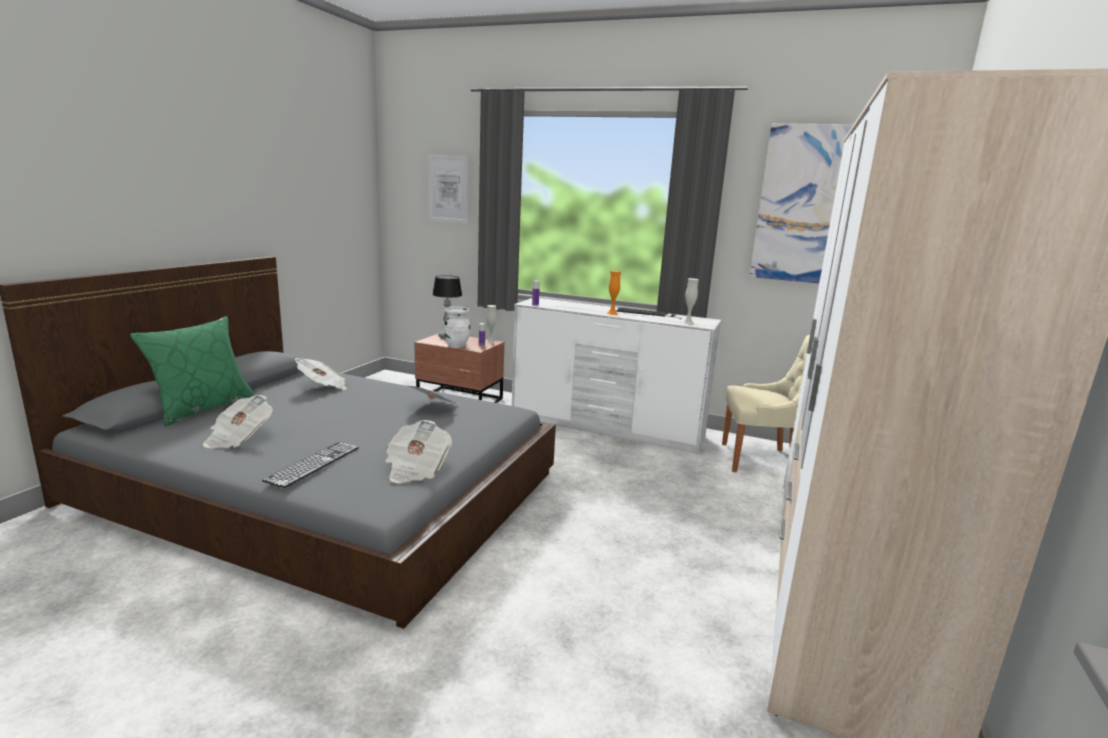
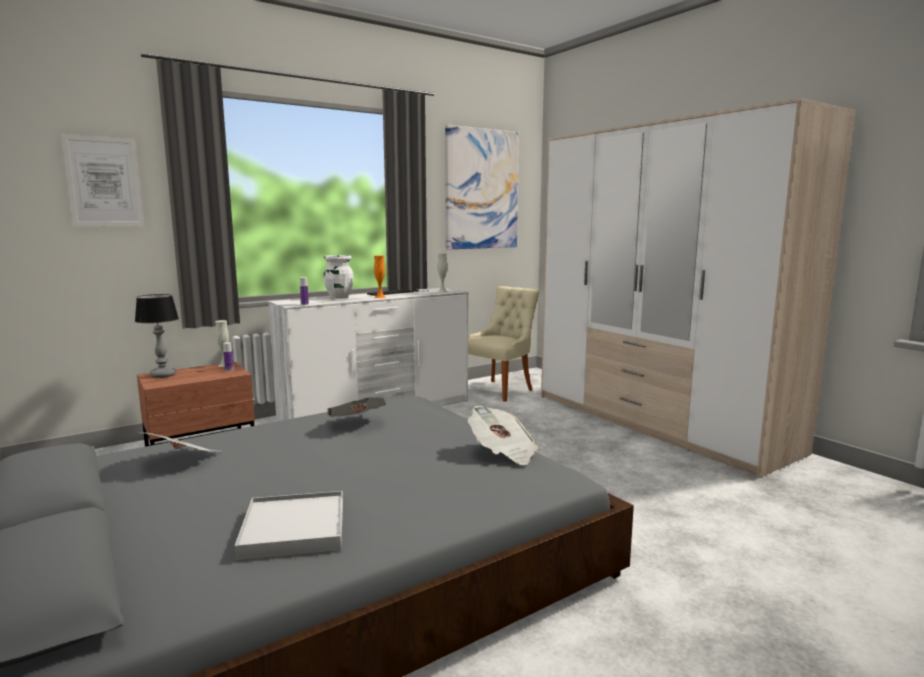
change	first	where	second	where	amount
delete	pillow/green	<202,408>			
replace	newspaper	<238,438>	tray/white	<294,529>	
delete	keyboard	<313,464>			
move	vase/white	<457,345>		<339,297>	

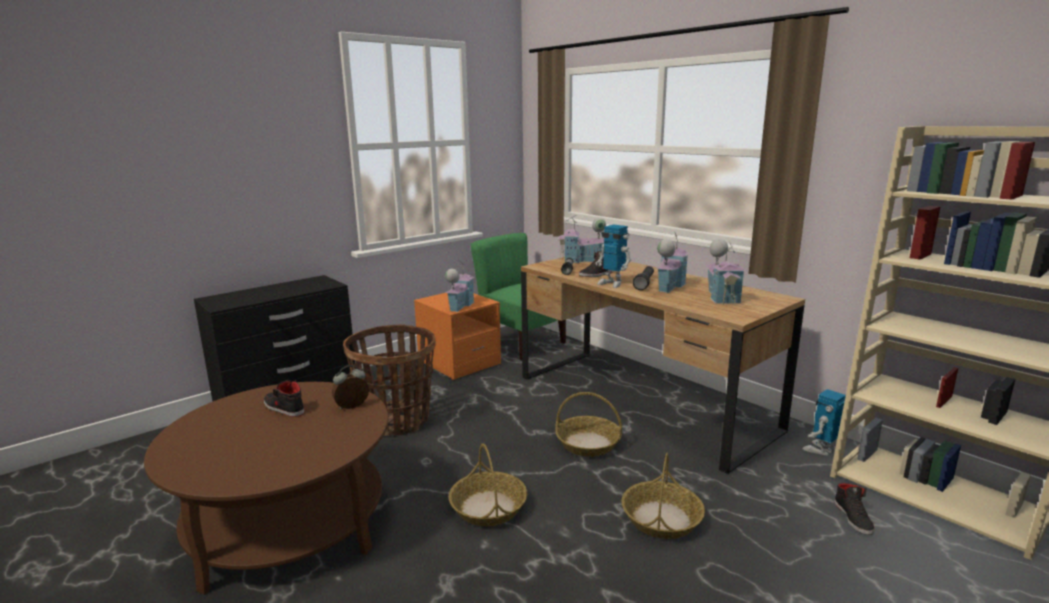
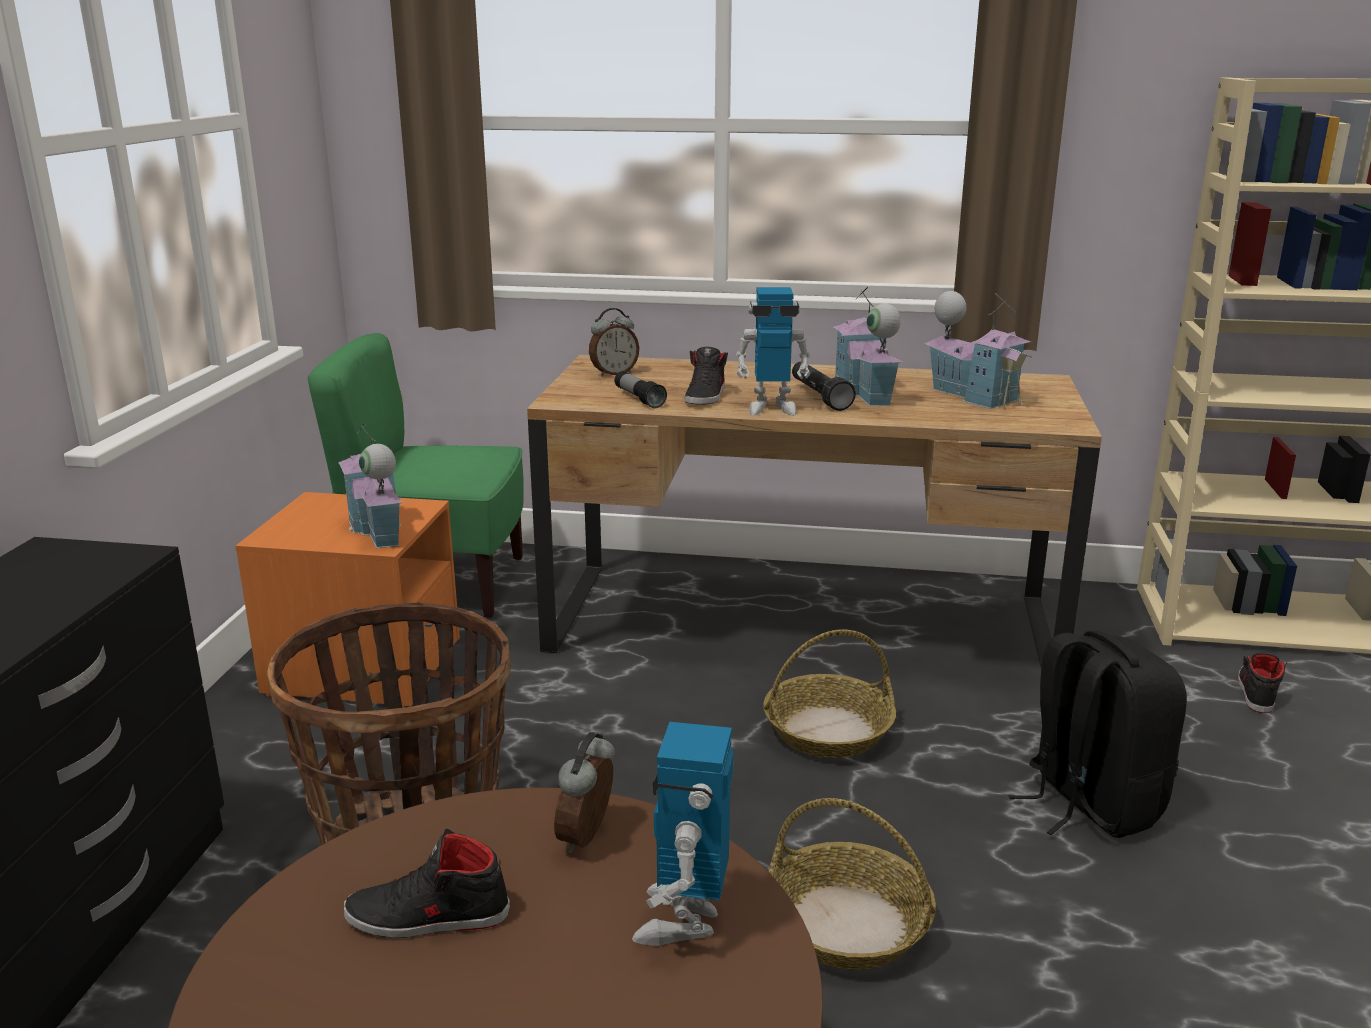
change	first	where	second	where	amount
replace	toy house	<581,260>	alarm clock	<614,374>	
replace	basket	<661,518>	backpack/black	<1088,803>	
move	toy robot	<820,450>		<683,919>	
rotate	shoe/black	<853,518>		<1256,691>	120 degrees counterclockwise

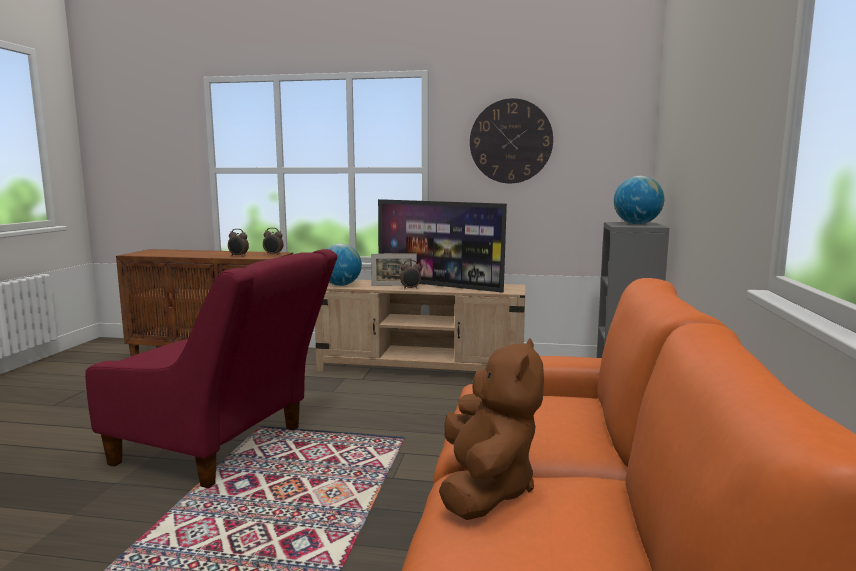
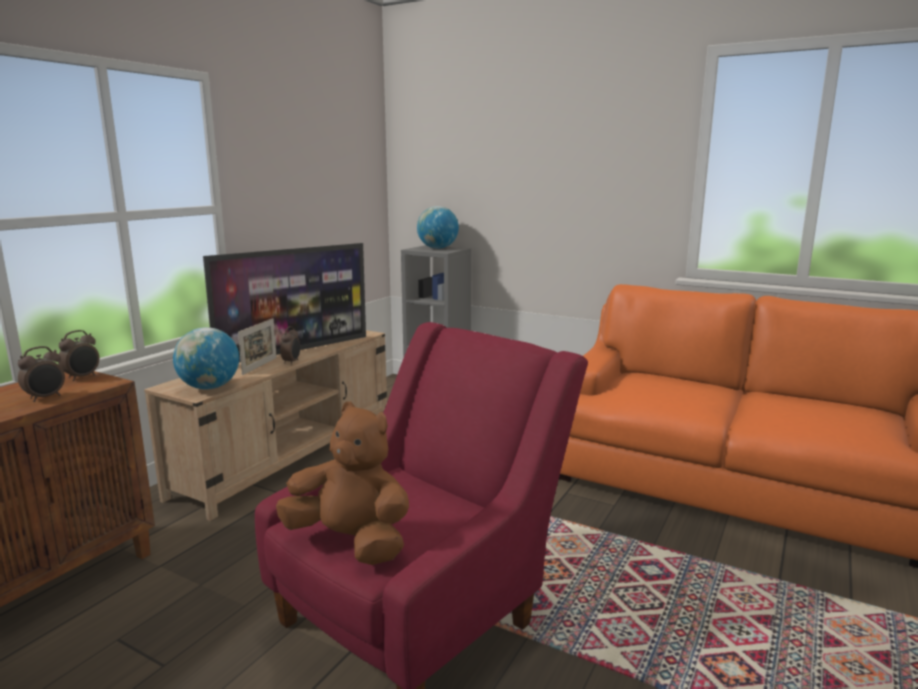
change	first	where	second	where	amount
move	plush toy/brown	<485,489>		<351,542>	
delete	wall clock	<511,141>			

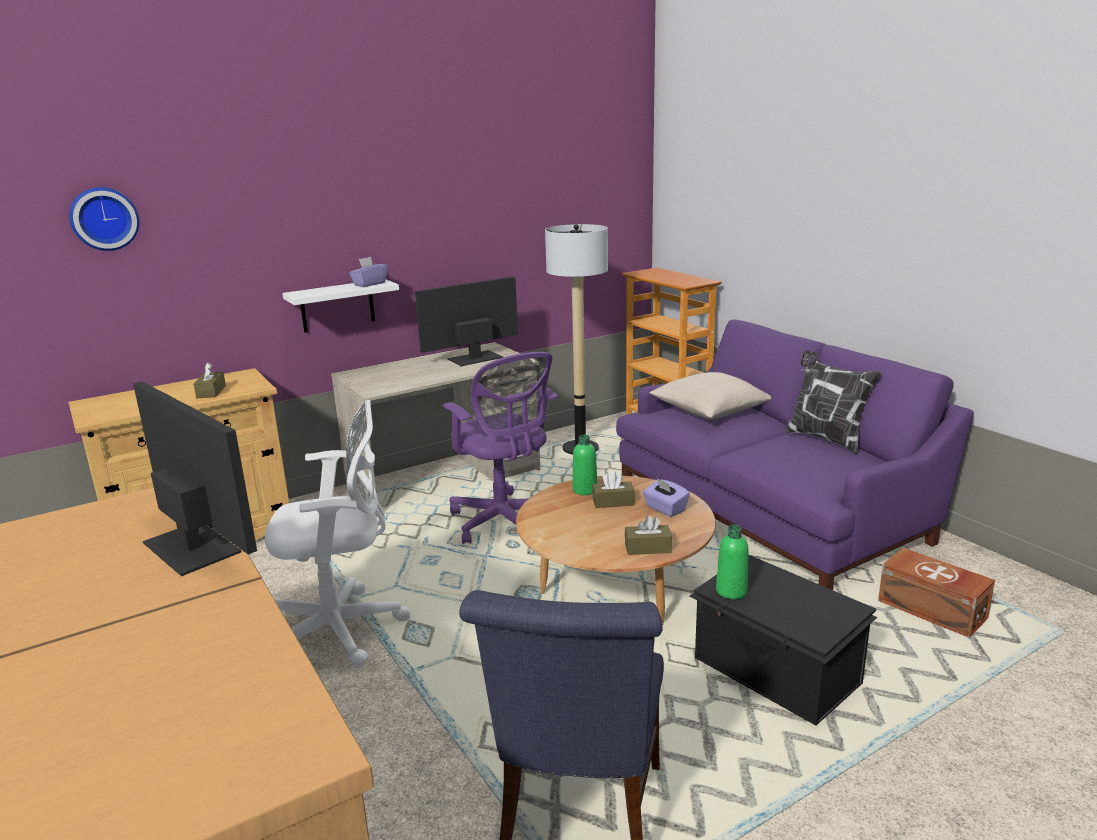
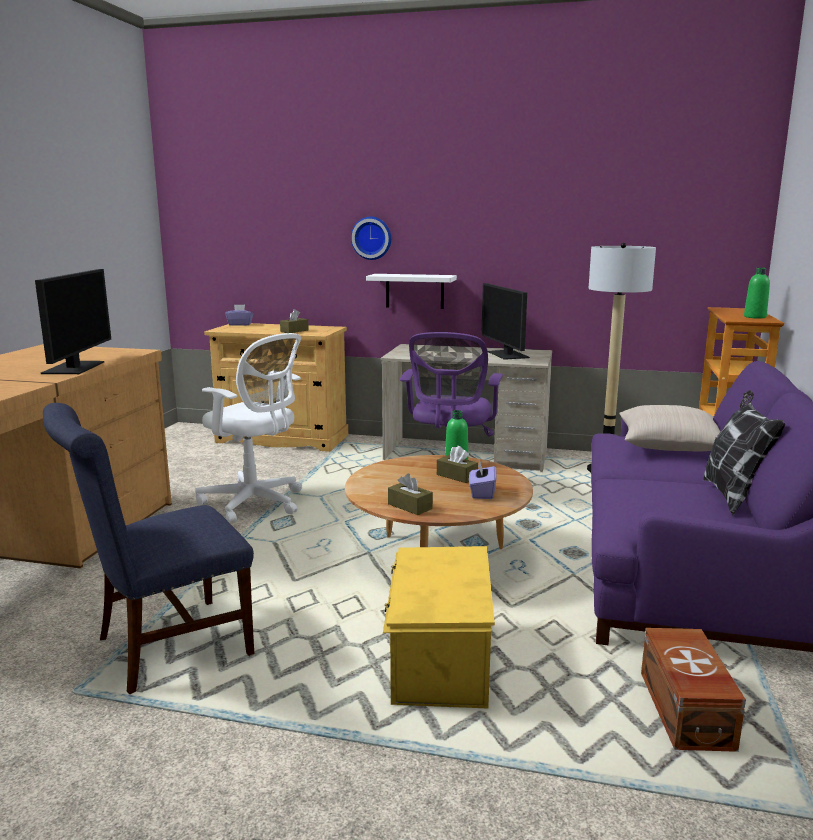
change	first	where	second	where	amount
move	wall clock	<104,218>		<372,238>	
move	tissue box/purple	<369,284>		<240,324>	
rotate	monitor	<474,358>		<507,355>	120 degrees counterclockwise
recolor	storage box/black	<776,673>	storage box/yellow	<438,661>	
move	bottle/green	<731,591>		<755,317>	

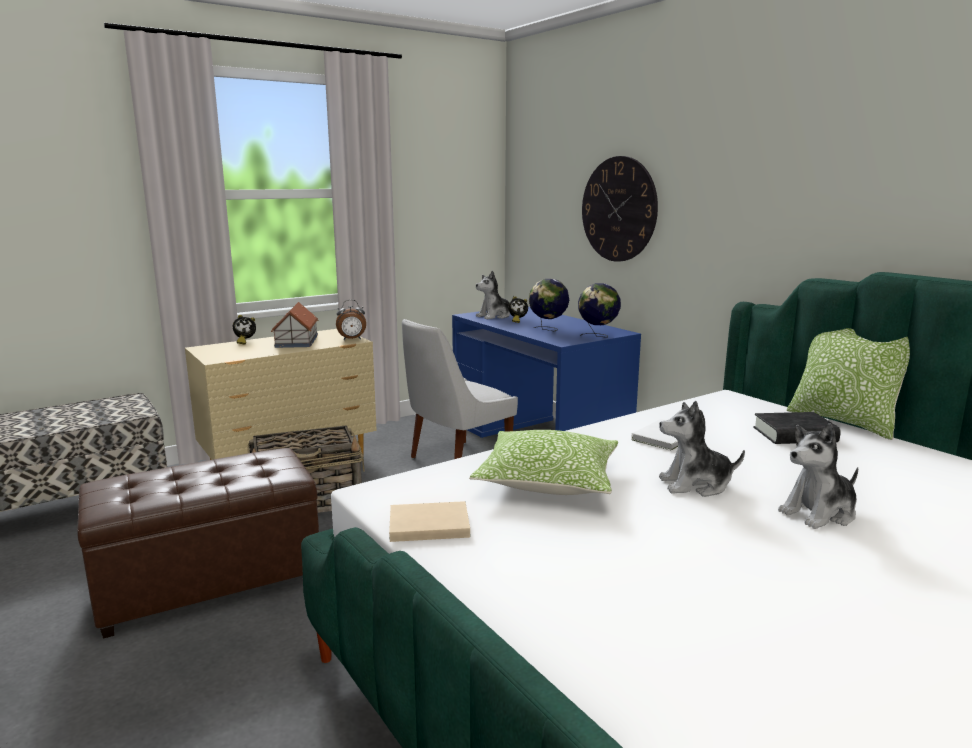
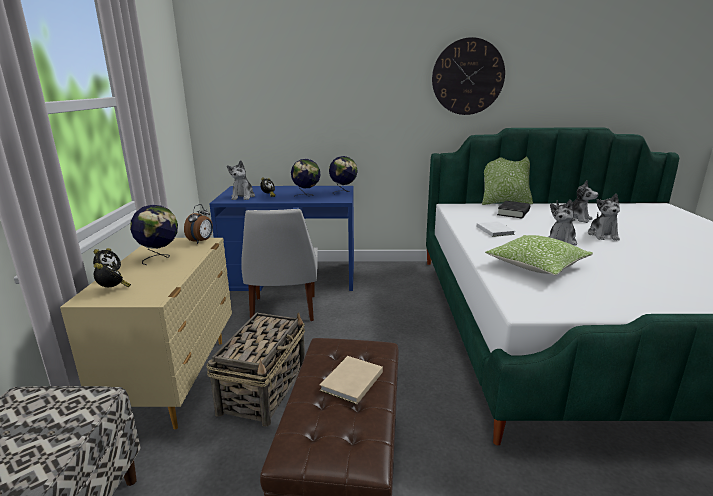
change	first	where	second	where	amount
replace	toy house	<297,341>	globe	<160,258>	
move	book/beige	<426,524>		<350,382>	
move	wall clock	<618,209>		<468,77>	
insert			alarm clock	<113,290>	
insert			plush toy	<575,218>	

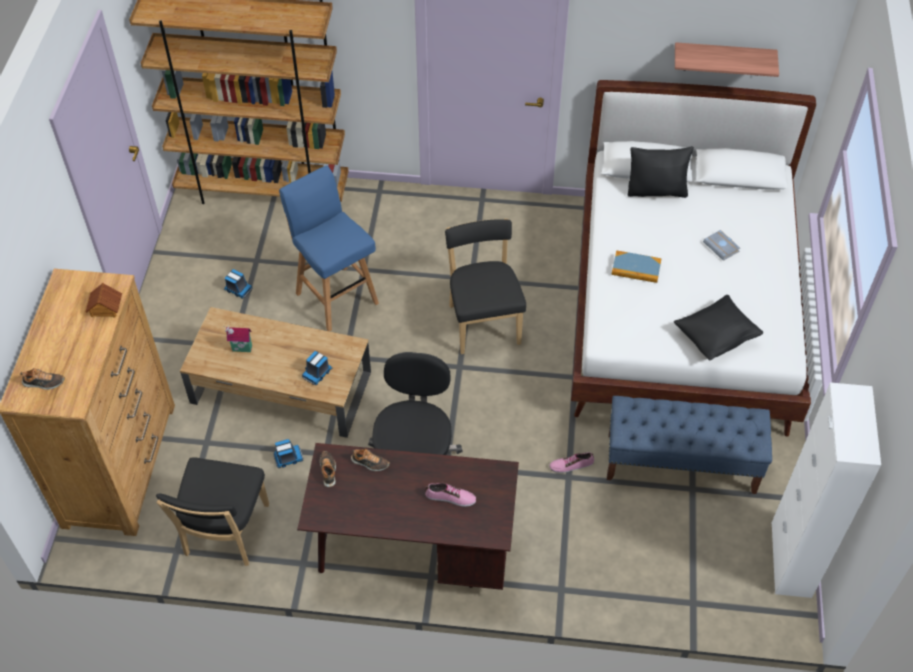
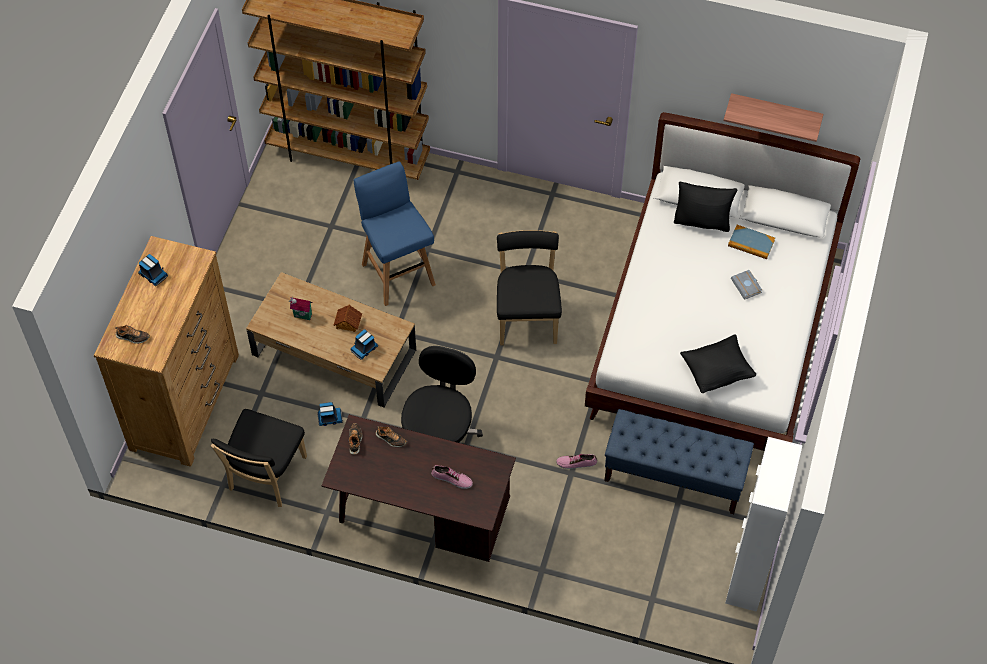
change	first	where	second	where	amount
move	toy house	<105,308>		<347,323>	
move	toy truck	<238,289>		<153,274>	
move	book	<636,268>		<751,243>	

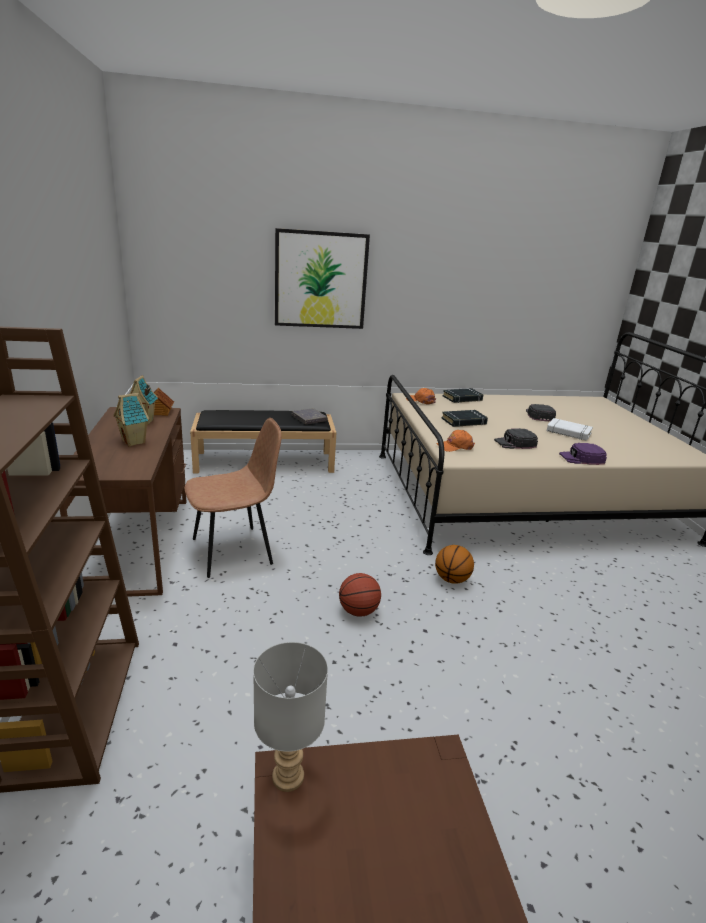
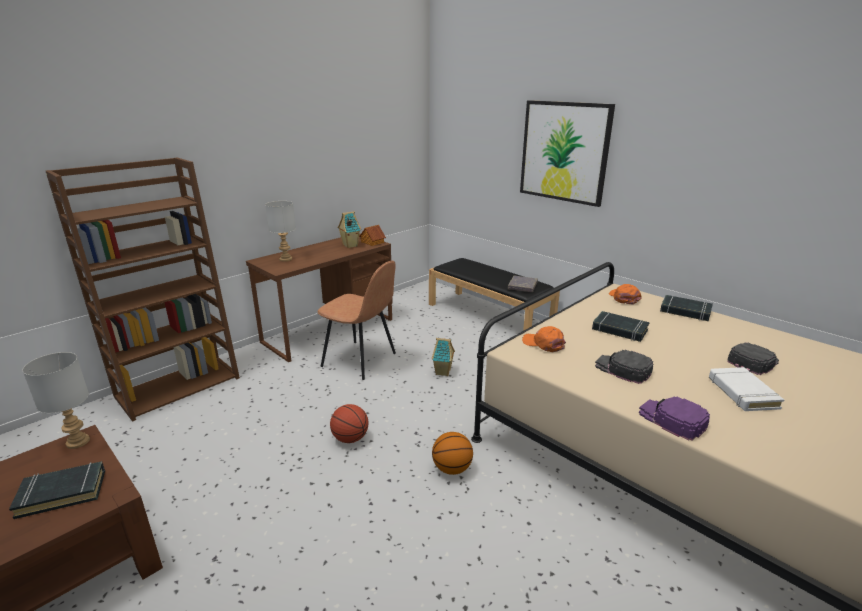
change	first	where	second	where	amount
move	toy house	<134,442>		<443,372>	
insert			book/black	<62,493>	
insert			table lamp/grey	<286,259>	

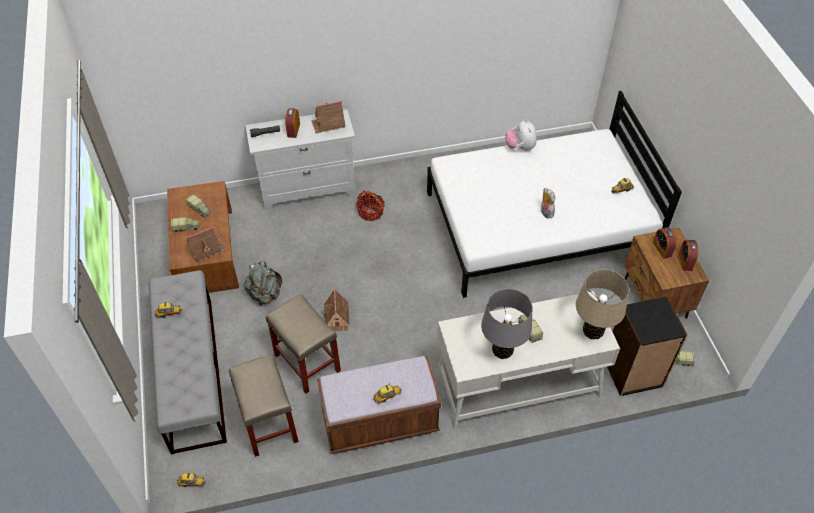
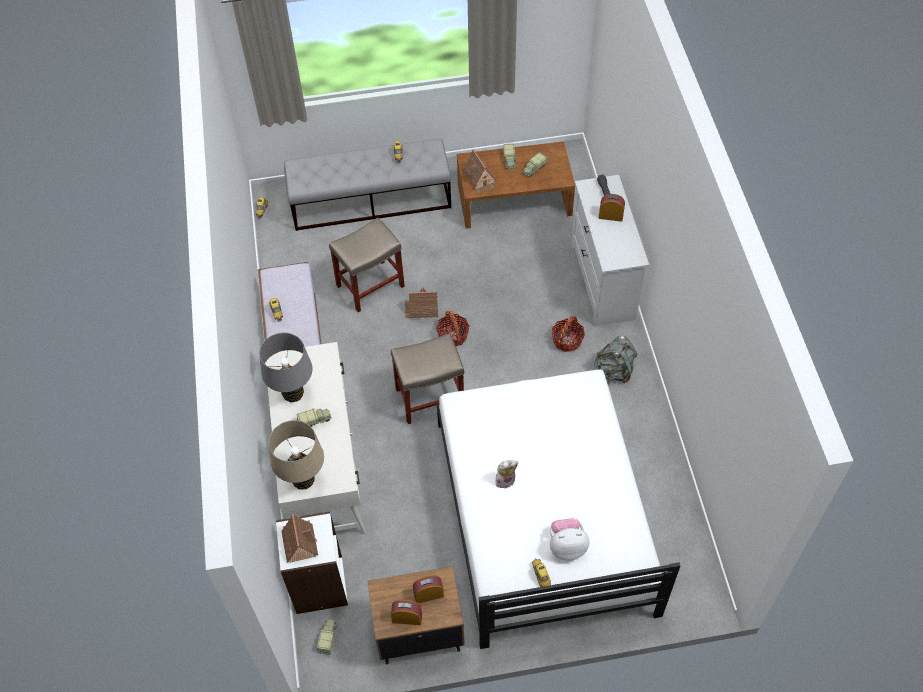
change	first	where	second	where	amount
move	stool/beige	<268,423>		<430,397>	
move	backpack/grey	<265,295>		<615,370>	
move	toy house	<328,124>		<299,542>	
move	plush toy	<520,147>		<567,546>	
recolor	bookcase/black	<633,373>	bookcase/white	<318,585>	
insert			basket	<453,335>	

